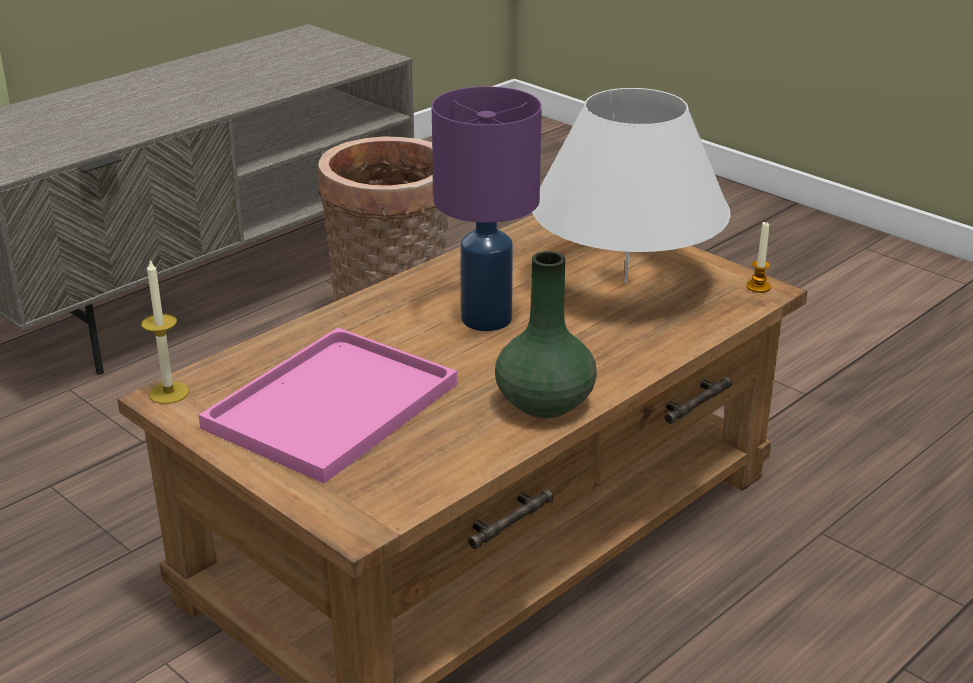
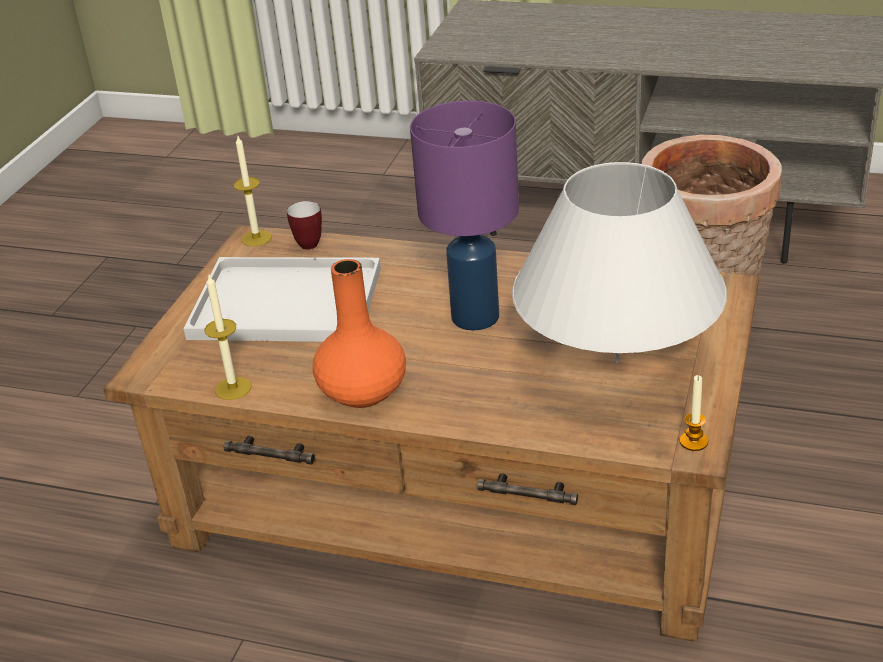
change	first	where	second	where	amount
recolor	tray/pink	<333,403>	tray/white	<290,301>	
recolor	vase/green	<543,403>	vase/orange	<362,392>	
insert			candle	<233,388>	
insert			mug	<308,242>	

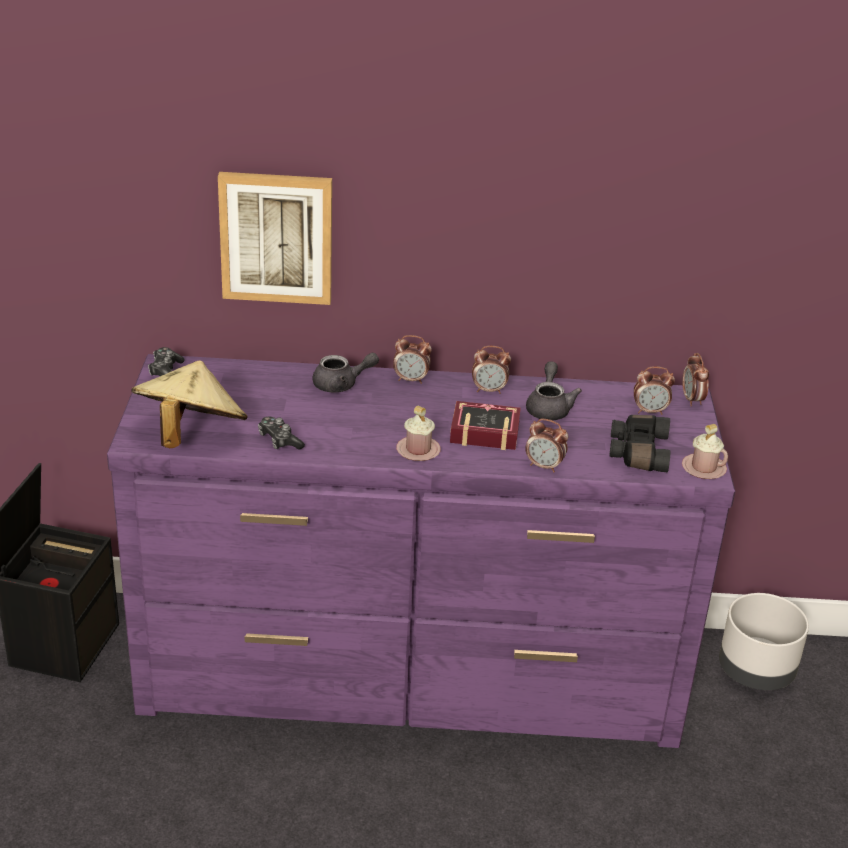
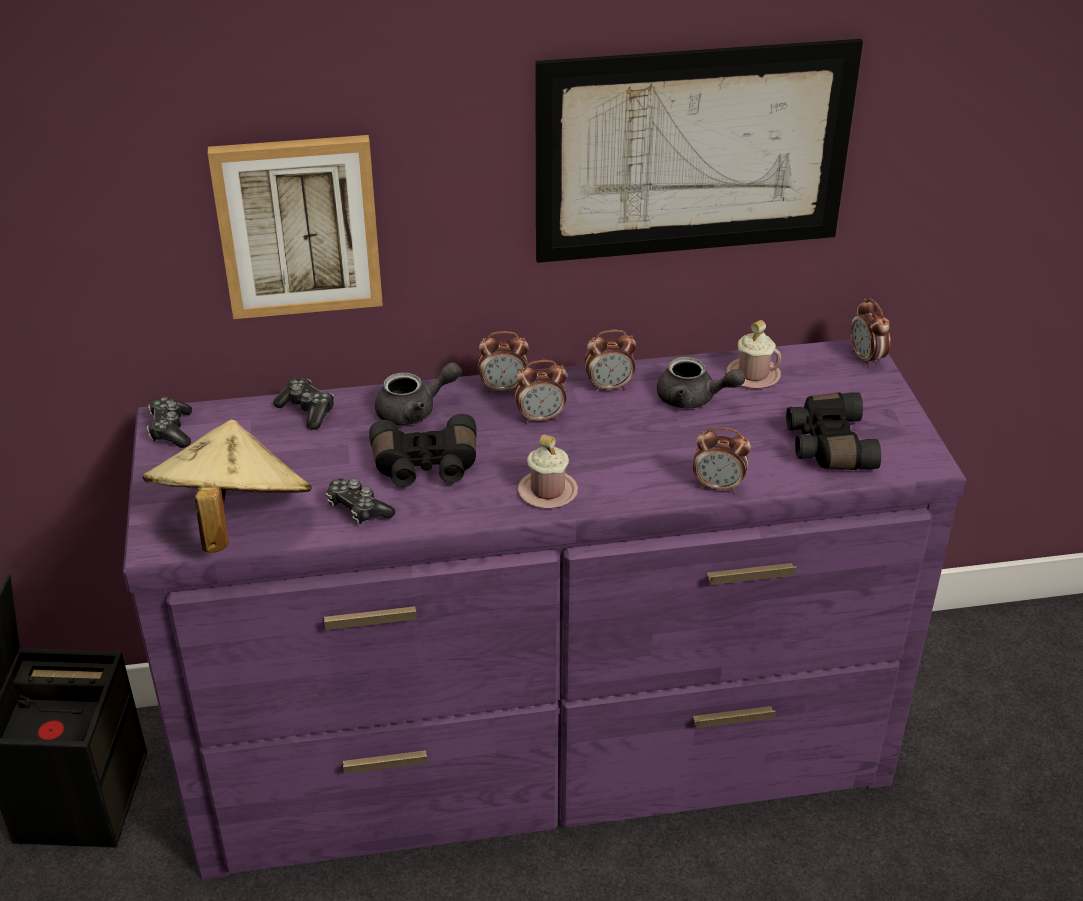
change	first	where	second	where	amount
delete	book	<482,431>			
rotate	teapot/grey	<549,407>		<693,399>	120 degrees clockwise
move	alarm clock	<650,411>		<540,418>	
move	mug/pink	<703,468>		<753,375>	
delete	planter/grey	<755,672>			
insert			game controller	<307,411>	
insert			binoculars/black	<425,467>	
insert			picture	<693,152>	

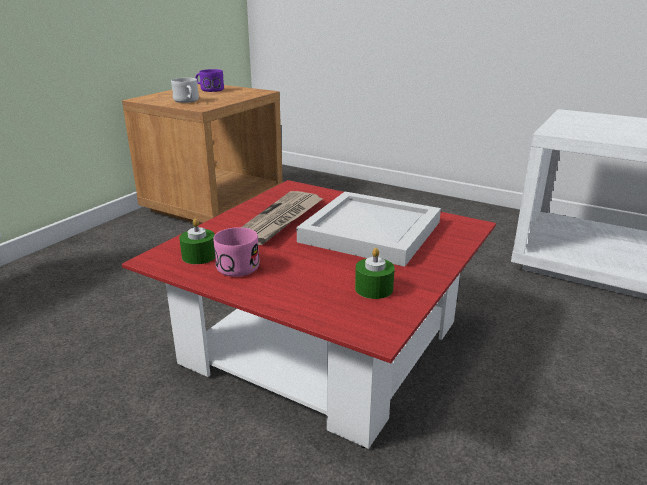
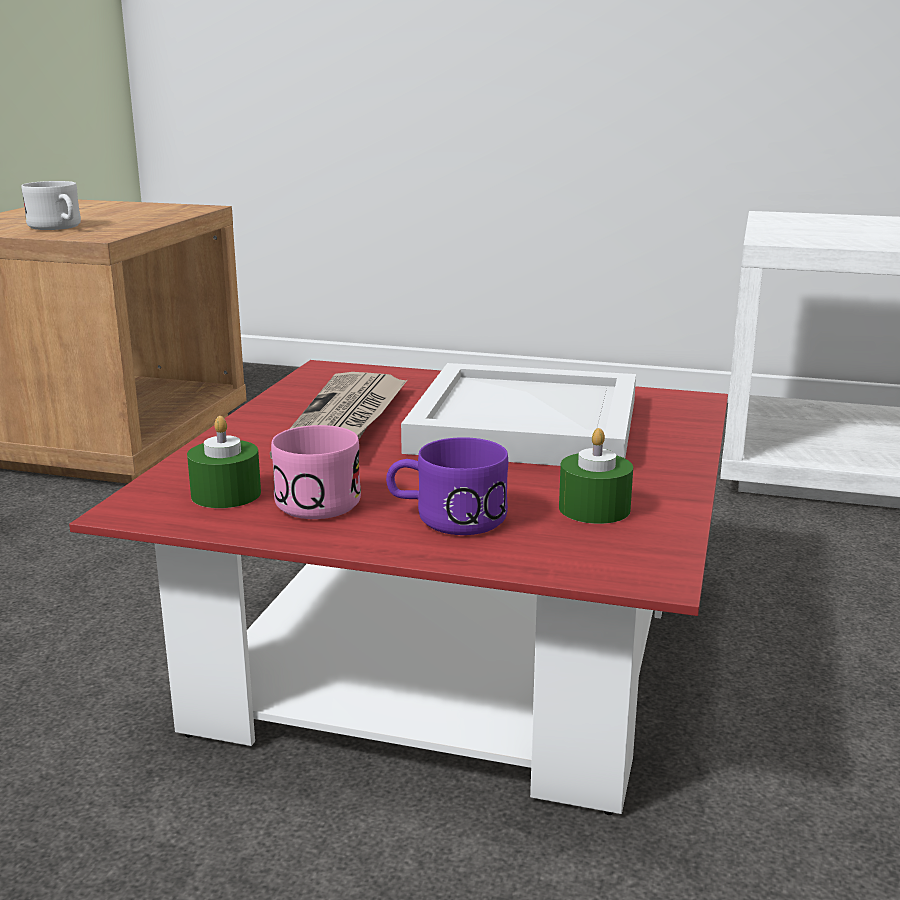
change	first	where	second	where	amount
move	mug/purple	<209,89>		<446,518>	

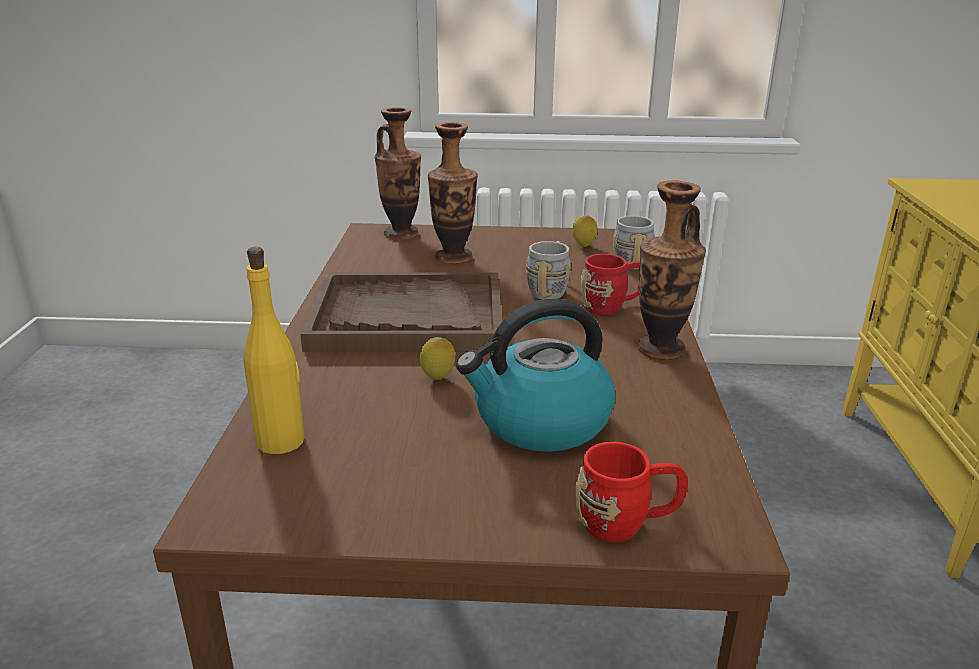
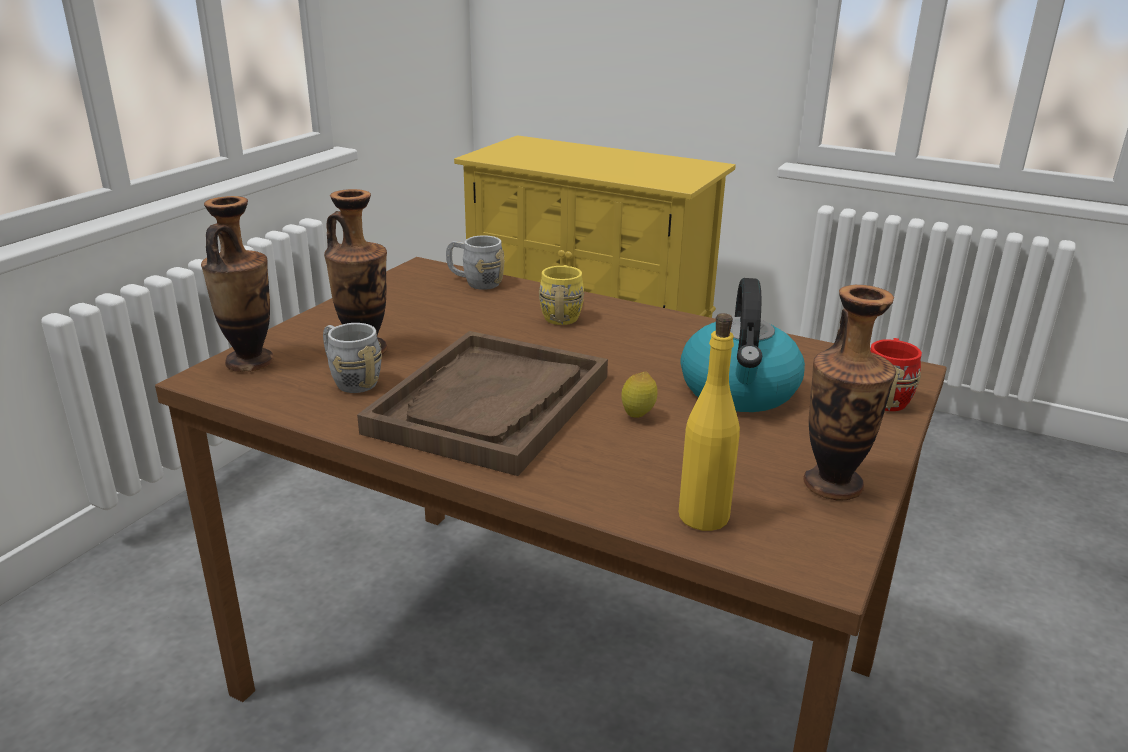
change	first	where	second	where	amount
move	mug/grey	<550,289>		<350,380>	
delete	lemon	<583,247>			
recolor	mug/red	<612,306>	mug/yellow	<562,314>	
move	vase	<660,349>		<833,485>	

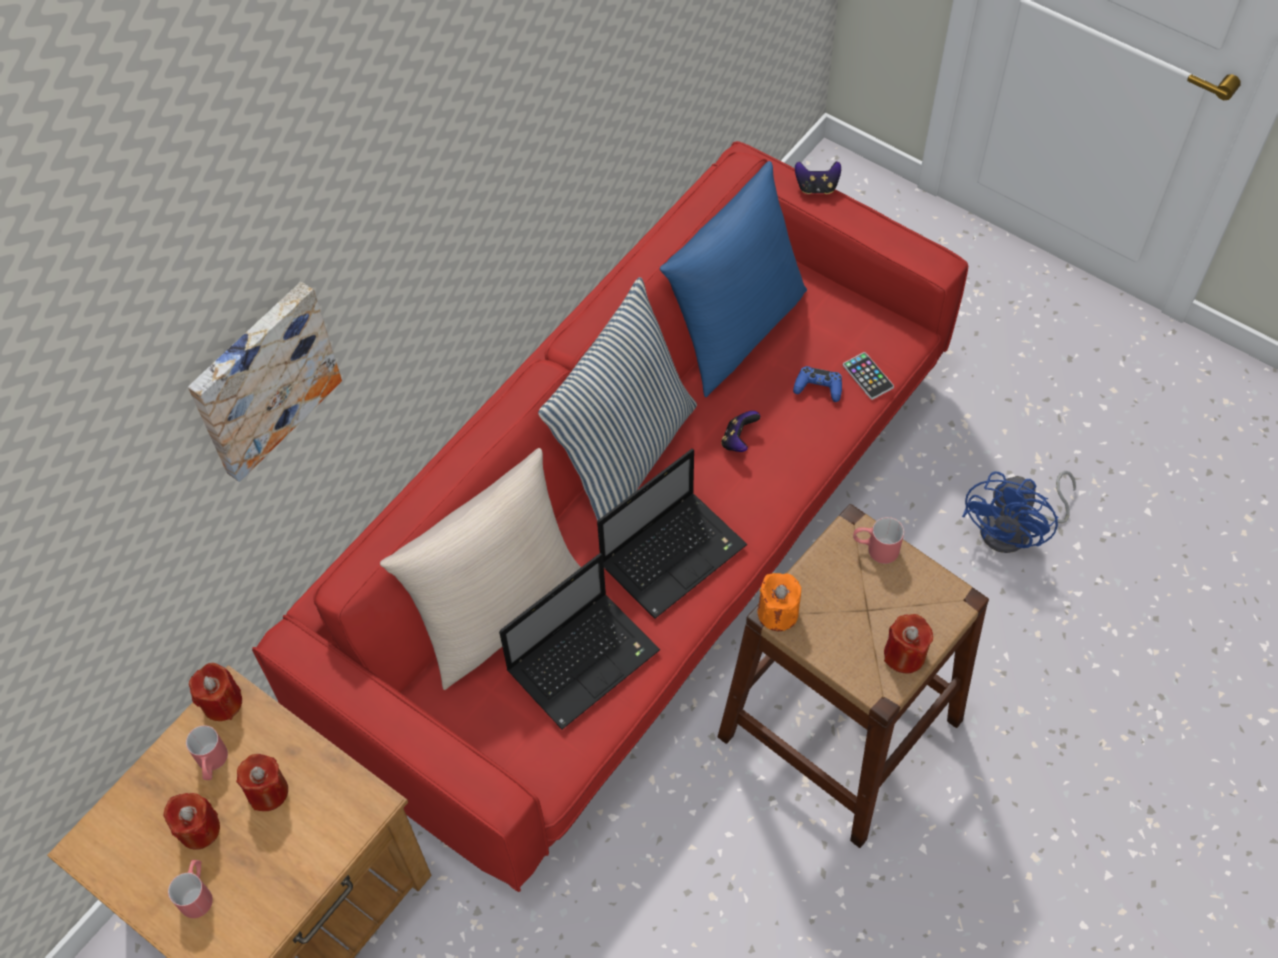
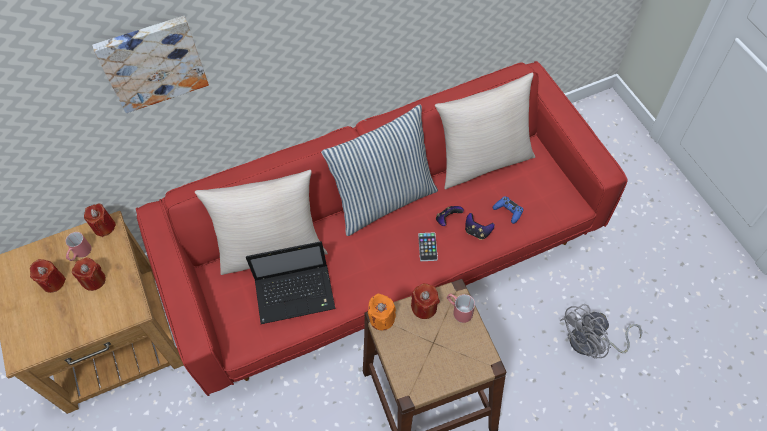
change	first	where	second	where	amount
delete	mug/red	<198,893>			
delete	laptop	<674,553>			
recolor	pillow/blue	<735,329>	pillow/beige	<483,161>	
move	game controller	<816,187>		<477,231>	
move	phone	<868,376>		<427,247>	
move	candle/red	<904,654>		<424,307>	
recolor	fan/blue	<1015,530>	fan/grey	<591,343>	

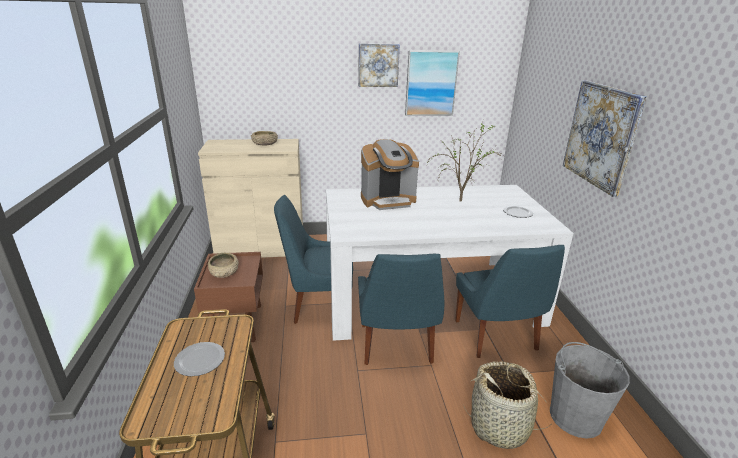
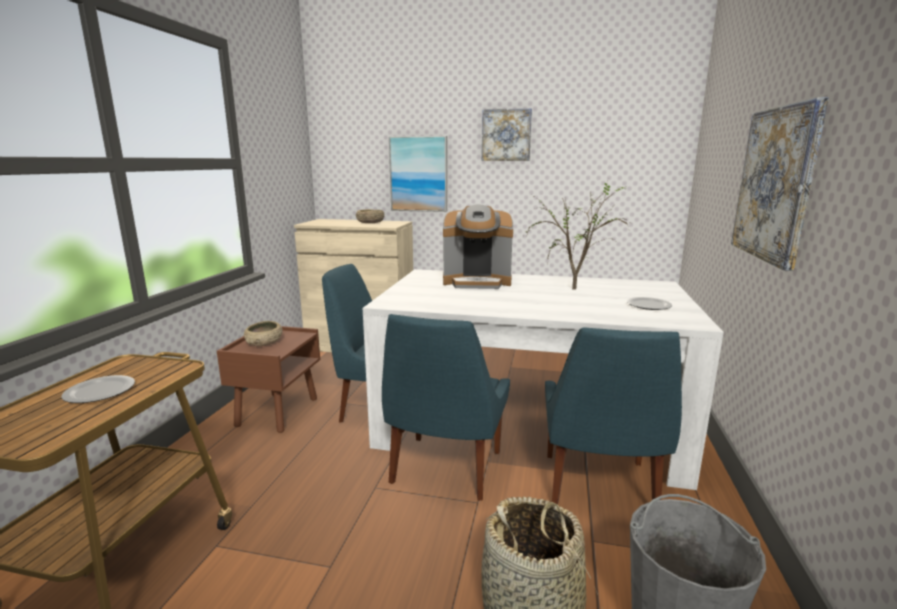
change	first	where	second	where	amount
move	picture	<431,83>		<419,174>	

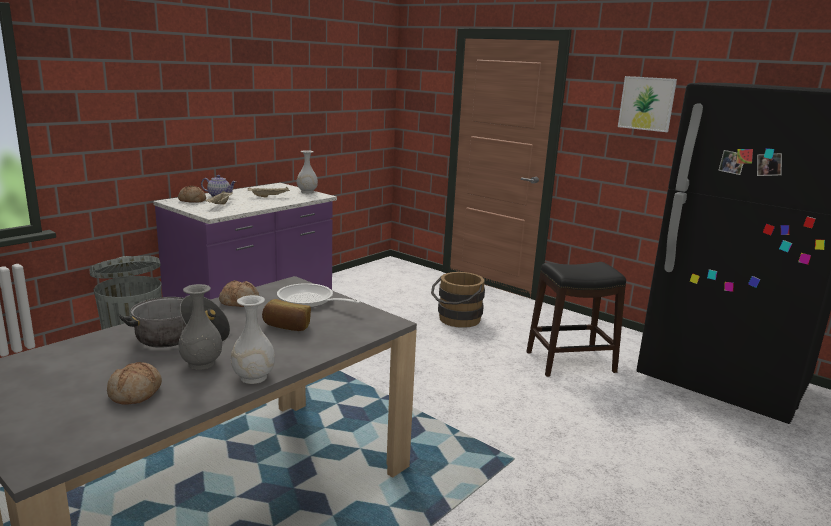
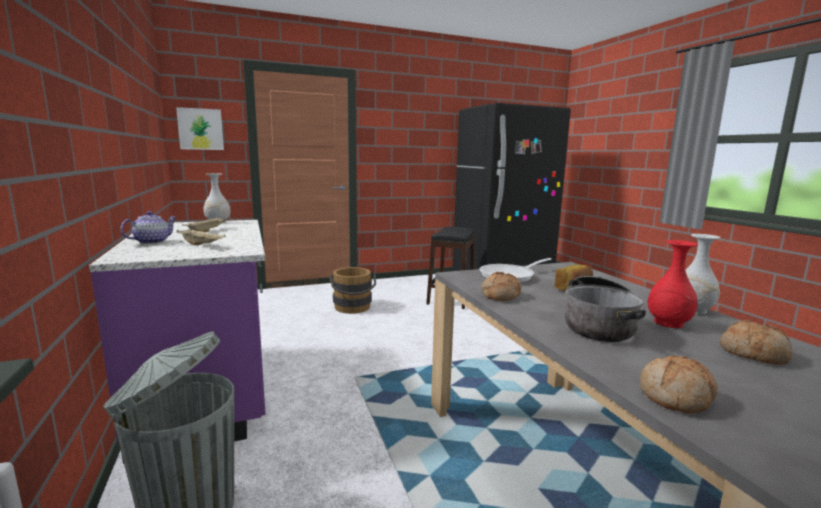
change	first	where	second	where	amount
move	bread	<192,200>		<677,397>	
recolor	vase/grey	<201,363>	vase/red	<668,323>	
move	picture	<646,103>		<200,129>	

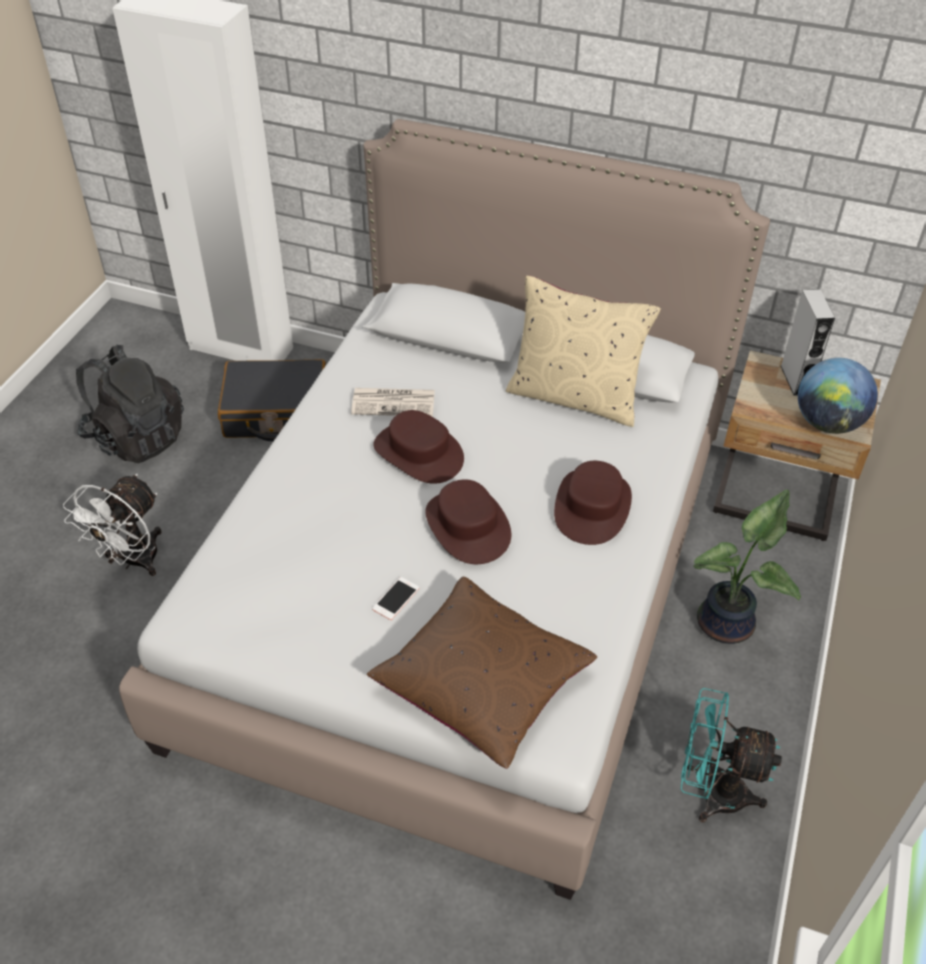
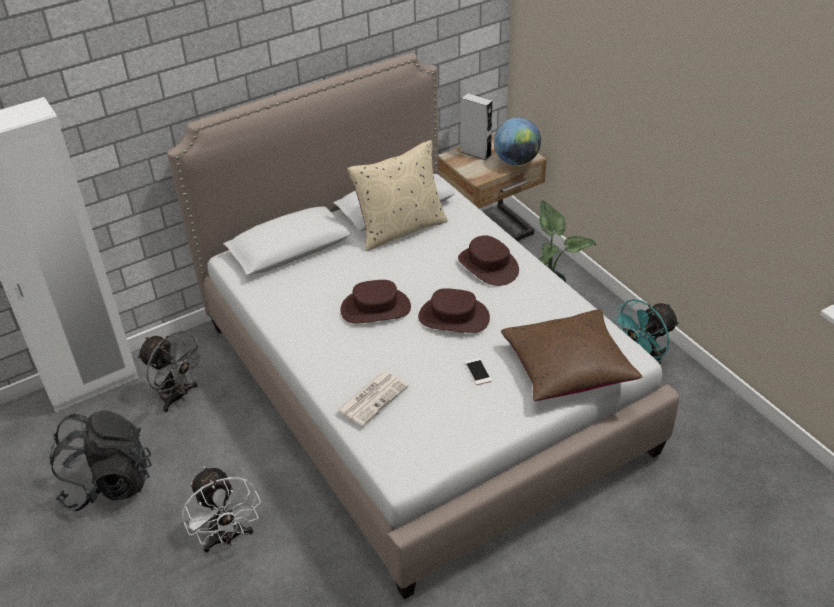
change	first	where	second	where	amount
replace	suitcase/black	<276,412>	fan/grey	<178,397>	
move	newspaper	<394,402>		<373,398>	

